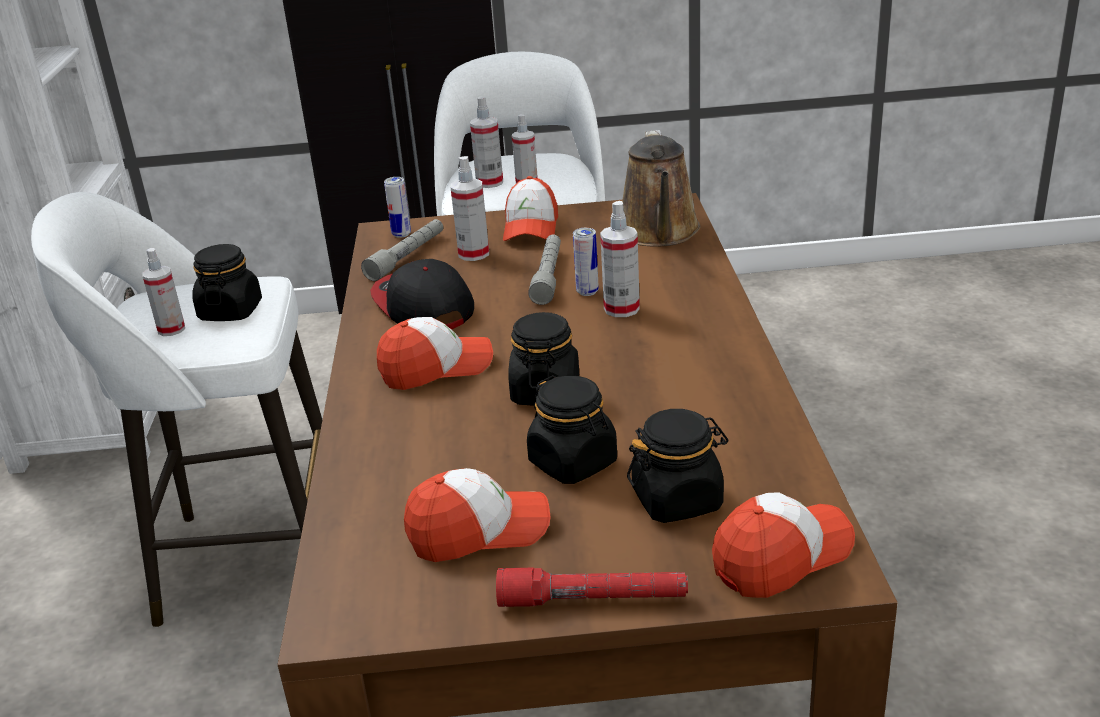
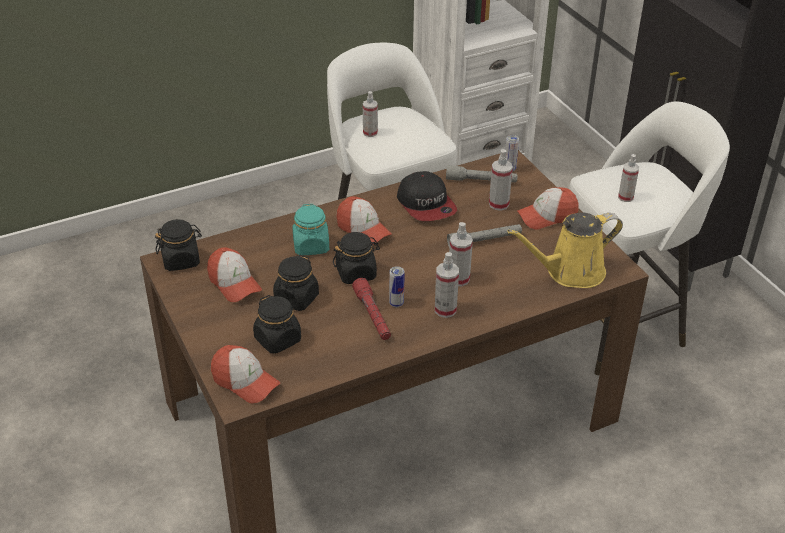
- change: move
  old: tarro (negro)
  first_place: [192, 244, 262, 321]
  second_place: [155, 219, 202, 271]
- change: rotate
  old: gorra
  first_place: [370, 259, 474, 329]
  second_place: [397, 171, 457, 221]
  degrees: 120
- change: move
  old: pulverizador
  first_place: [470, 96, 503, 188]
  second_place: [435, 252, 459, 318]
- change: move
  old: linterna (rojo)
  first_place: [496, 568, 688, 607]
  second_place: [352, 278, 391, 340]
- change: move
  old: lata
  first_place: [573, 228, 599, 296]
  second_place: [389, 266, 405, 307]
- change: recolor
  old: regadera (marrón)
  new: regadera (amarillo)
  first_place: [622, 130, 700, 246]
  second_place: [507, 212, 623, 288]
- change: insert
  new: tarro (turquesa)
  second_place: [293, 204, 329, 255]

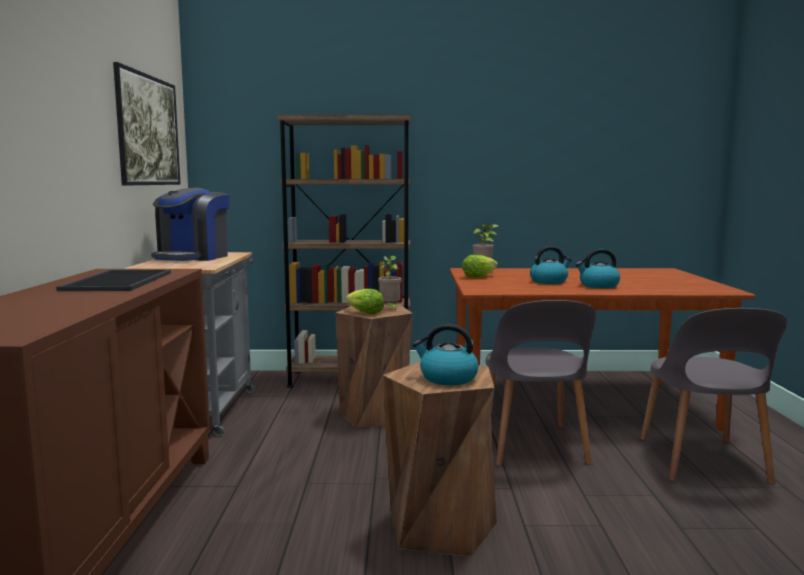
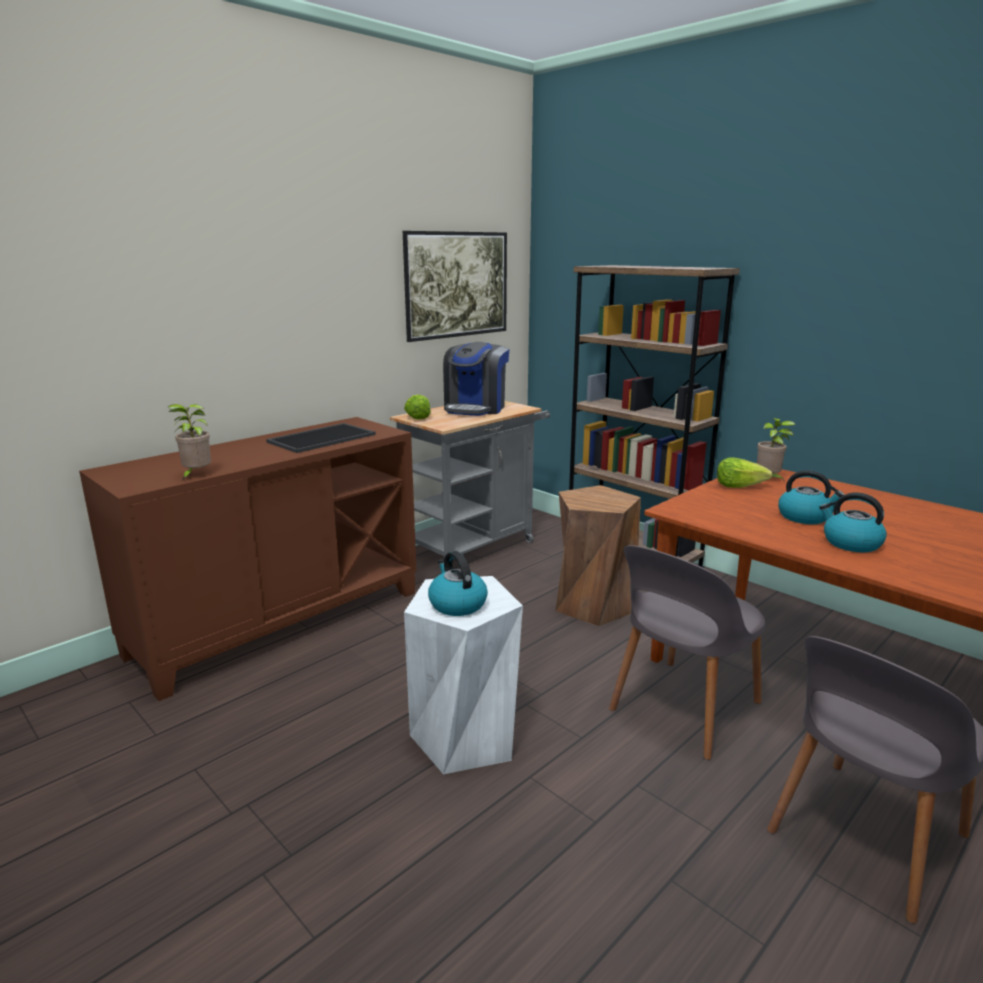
- change: rotate
  old: cafetera
  first_place: [151, 188, 230, 261]
  second_place: [443, 342, 510, 416]
  degrees: -45
- change: move
  old: lechuga
  first_place: [346, 289, 384, 314]
  second_place: [404, 395, 431, 420]
- change: move
  old: planta en maceta
  first_place: [378, 255, 402, 311]
  second_place: [167, 404, 211, 479]
- change: recolor
  old: taburete (marrón)
  new: taburete (blanco)
  first_place: [383, 361, 497, 557]
  second_place: [404, 576, 523, 774]

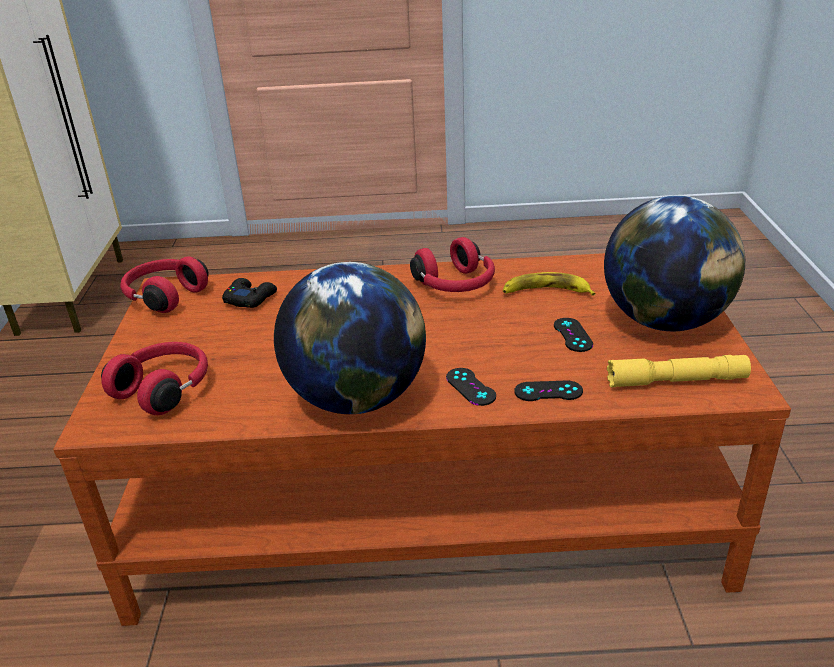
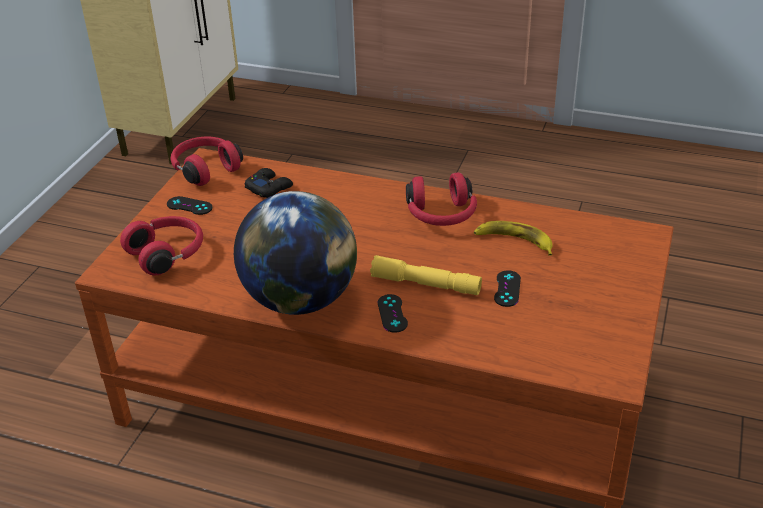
- change: move
  old: mando de consola (negro)
  first_place: [514, 380, 583, 401]
  second_place: [167, 196, 212, 215]
- change: delete
  old: globo terráqueo
  first_place: [604, 195, 745, 331]
- change: move
  old: linterna (amarillo)
  first_place: [607, 355, 751, 387]
  second_place: [370, 255, 482, 295]

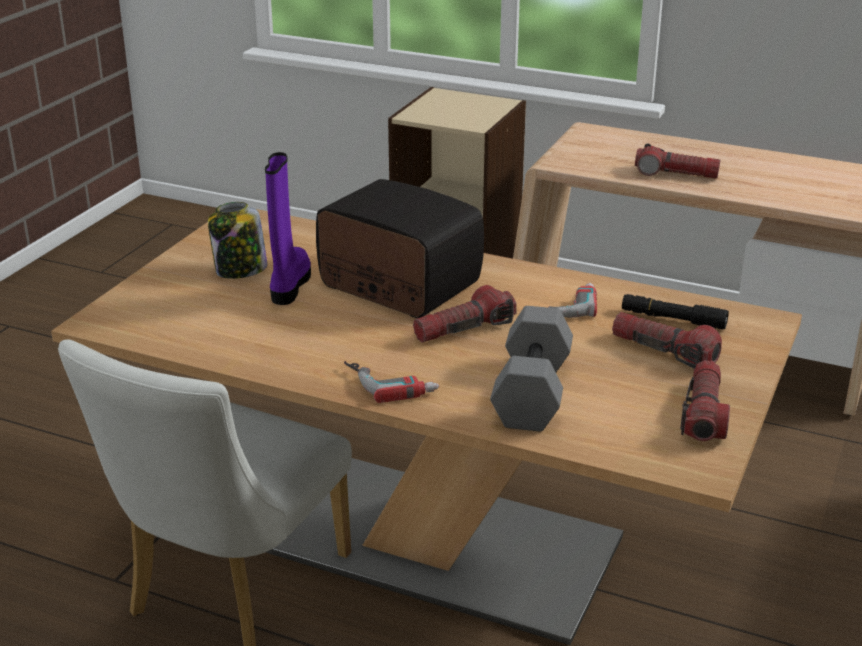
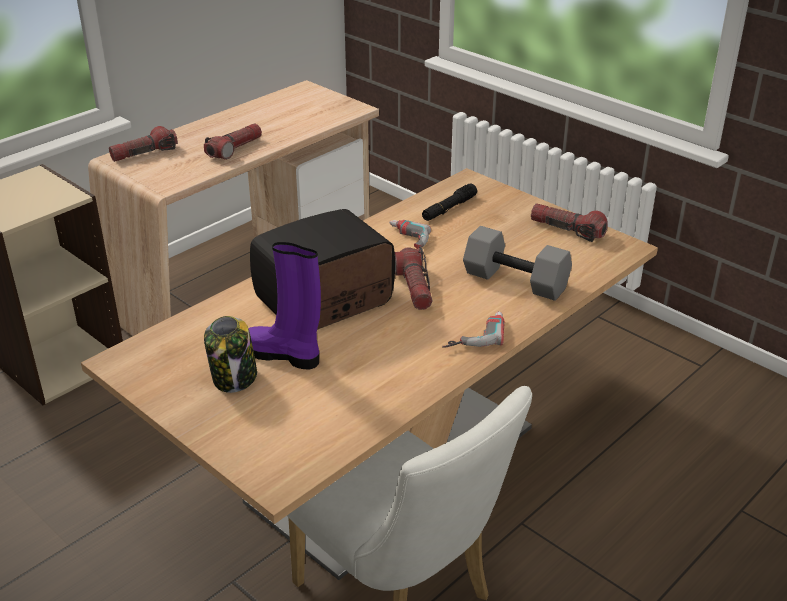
- change: move
  old: linterna
  first_place: [612, 312, 722, 368]
  second_place: [109, 126, 178, 162]

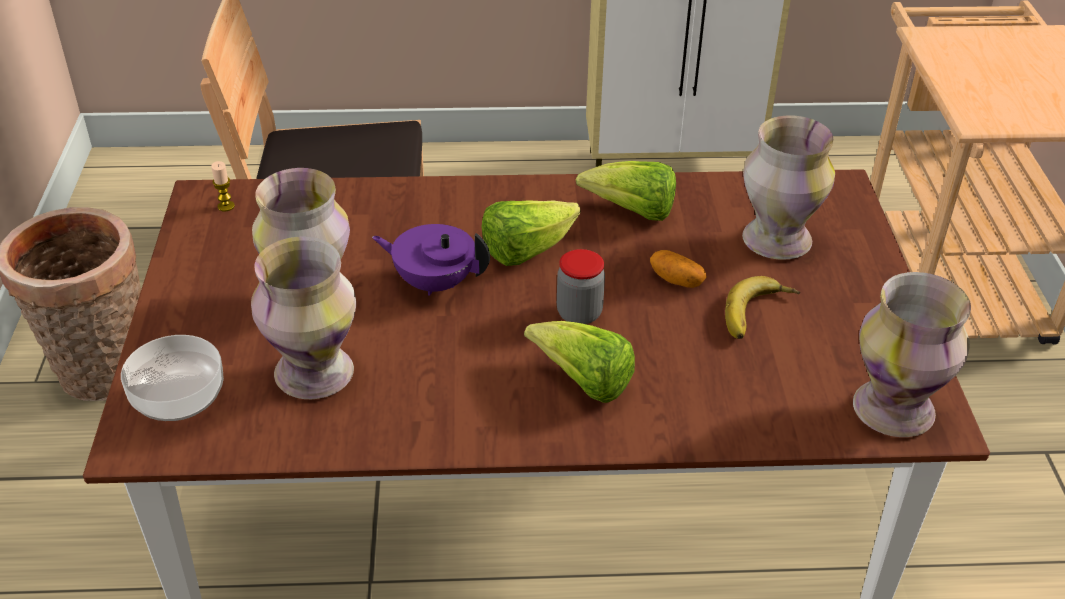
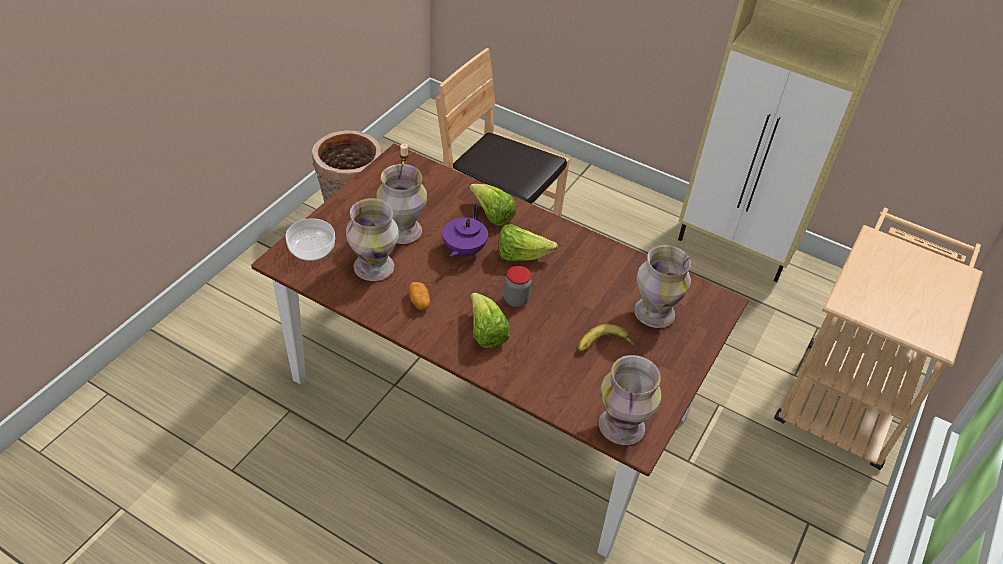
- change: rotate
  old: tetera (morado)
  first_place: [372, 224, 490, 296]
  second_place: [442, 206, 488, 258]
  degrees: -120
- change: move
  old: lechuga
  first_place: [576, 161, 676, 221]
  second_place: [469, 184, 516, 226]
- change: move
  old: patata
  first_place: [650, 250, 707, 288]
  second_place: [409, 282, 430, 310]

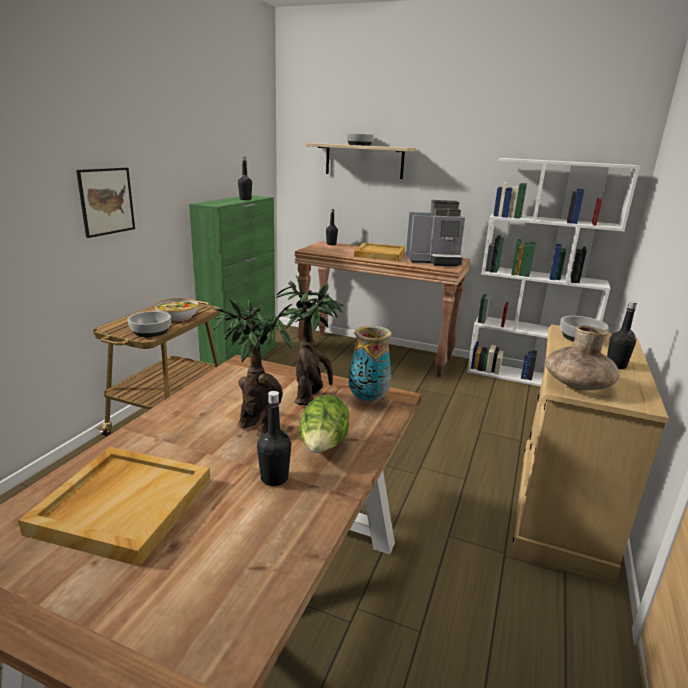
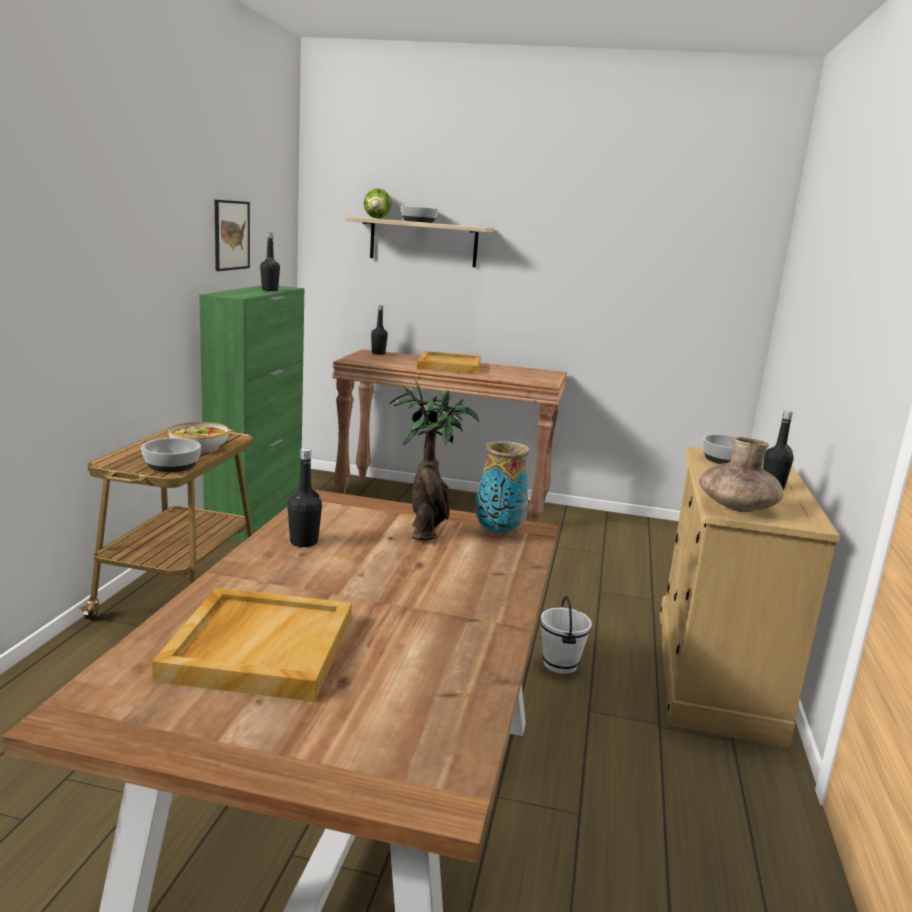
- change: move
  old: cuadro
  first_place: [76, 168, 135, 238]
  second_place: [215, 200, 250, 271]
- change: delete
  old: planta en maceta
  first_place: [213, 298, 303, 437]
- change: move
  old: botella (negro)
  first_place: [257, 391, 291, 486]
  second_place: [287, 448, 322, 547]
- change: move
  old: lechuga
  first_place: [299, 395, 350, 453]
  second_place: [364, 188, 391, 218]
- change: delete
  old: cafetera
  first_place: [406, 200, 465, 266]
- change: delete
  old: estantería (blanco)
  first_place: [467, 158, 641, 387]
- change: insert
  new: cubo (blanco)
  second_place: [540, 596, 592, 674]

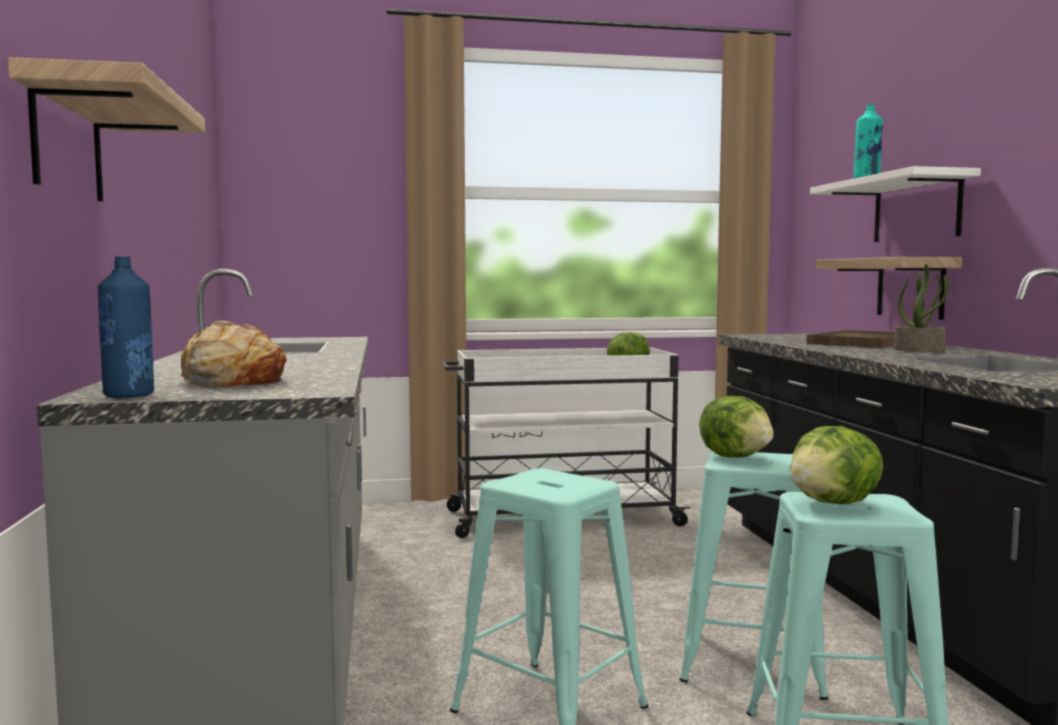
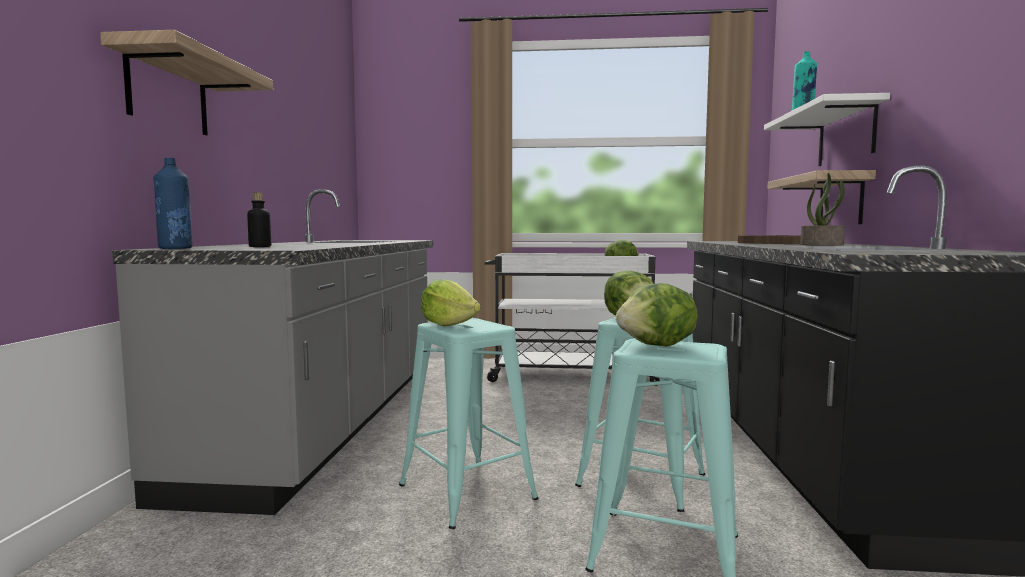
- change: replace
  old: pan
  new: botella
  first_place: [181, 321, 287, 387]
  second_place: [247, 192, 271, 247]
- change: insert
  new: lechuga
  second_place: [421, 280, 480, 326]

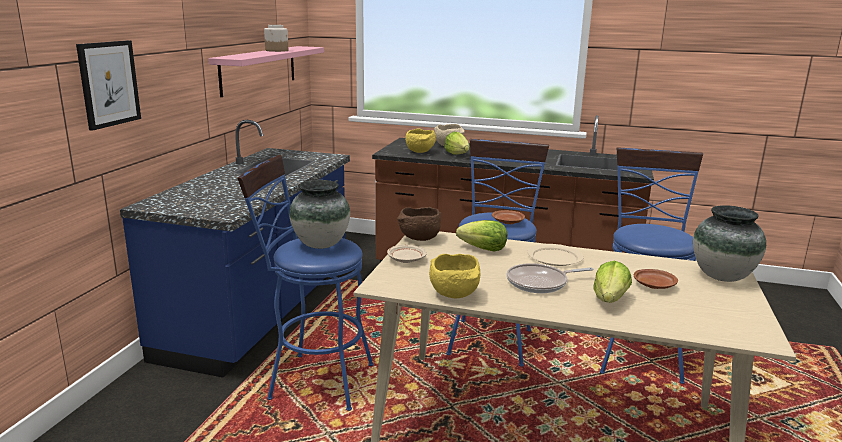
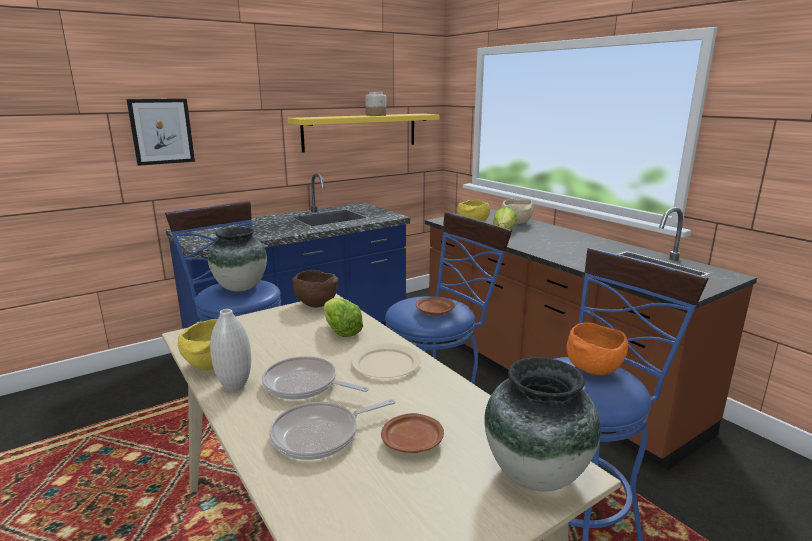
- change: recolor
  old: estante (rosa)
  new: estante (amarillo)
  first_place: [208, 46, 324, 97]
  second_place: [288, 114, 439, 153]
- change: delete
  old: plato (beis)
  first_place: [387, 245, 427, 263]
- change: replace
  old: lechuga
  new: sartén
  first_place: [593, 261, 632, 303]
  second_place: [269, 399, 395, 460]
- change: insert
  new: florero (blanco)
  second_place: [210, 309, 251, 392]
- change: insert
  new: cuenco (naranja)
  second_place: [566, 322, 628, 375]

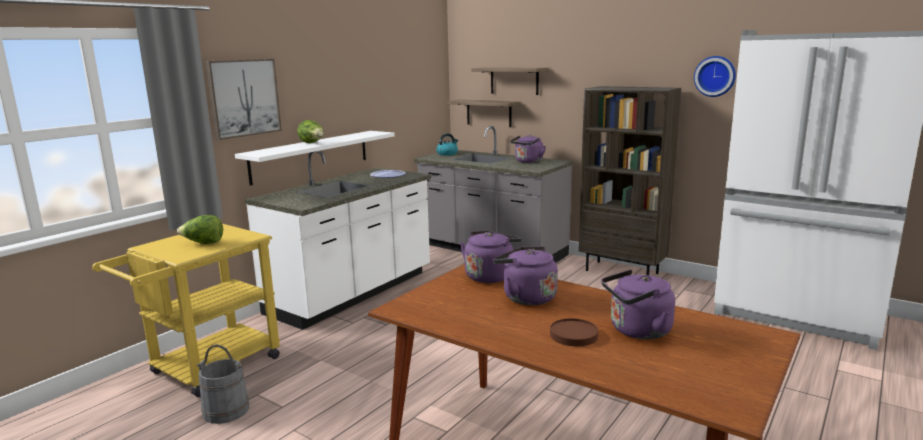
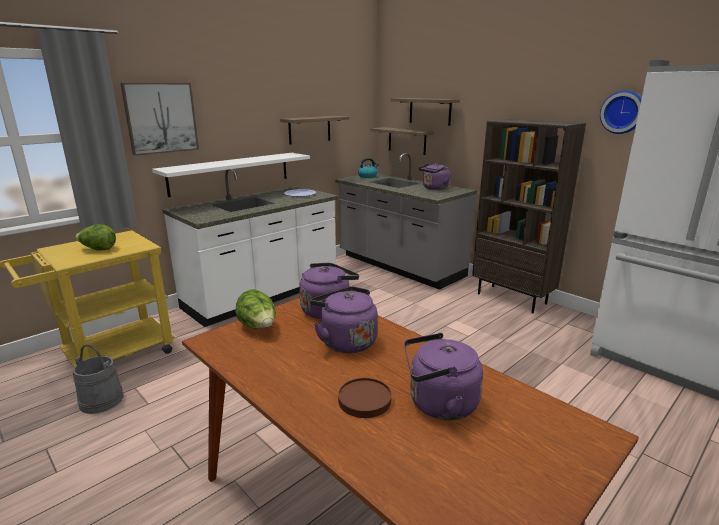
- change: move
  old: lechuga
  first_place: [297, 120, 324, 143]
  second_place: [236, 289, 276, 329]
- change: insert
  new: estante
  second_place: [280, 116, 350, 145]

